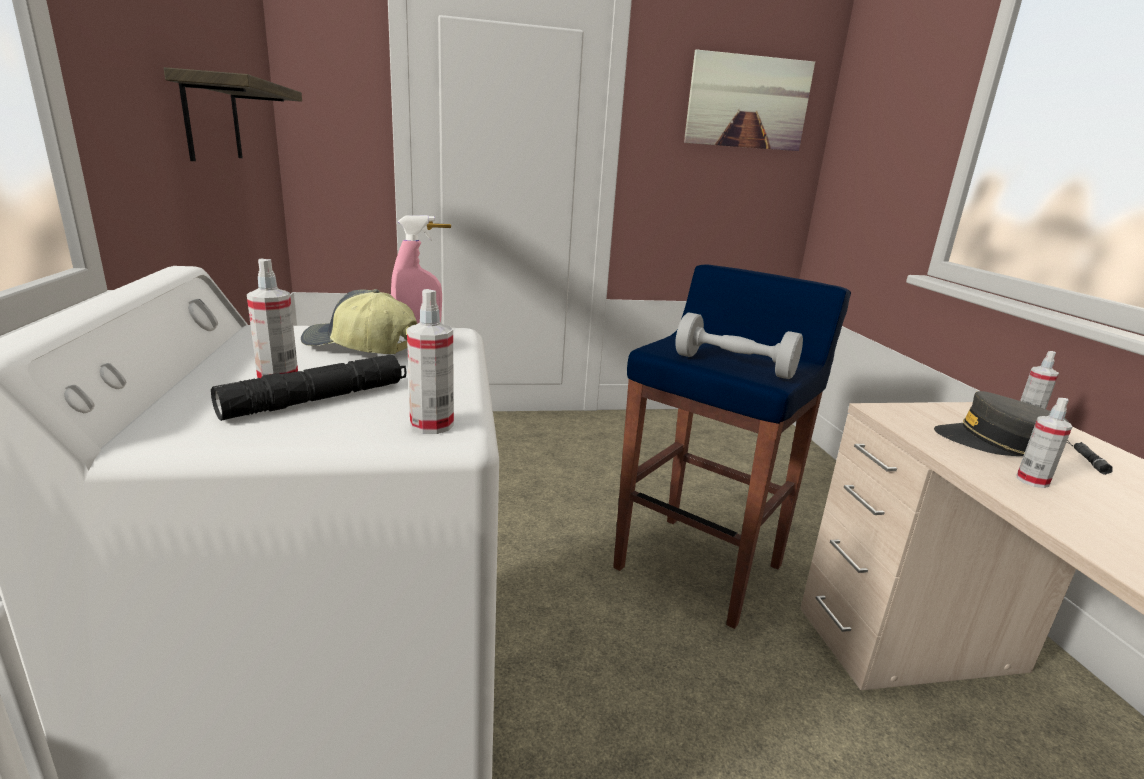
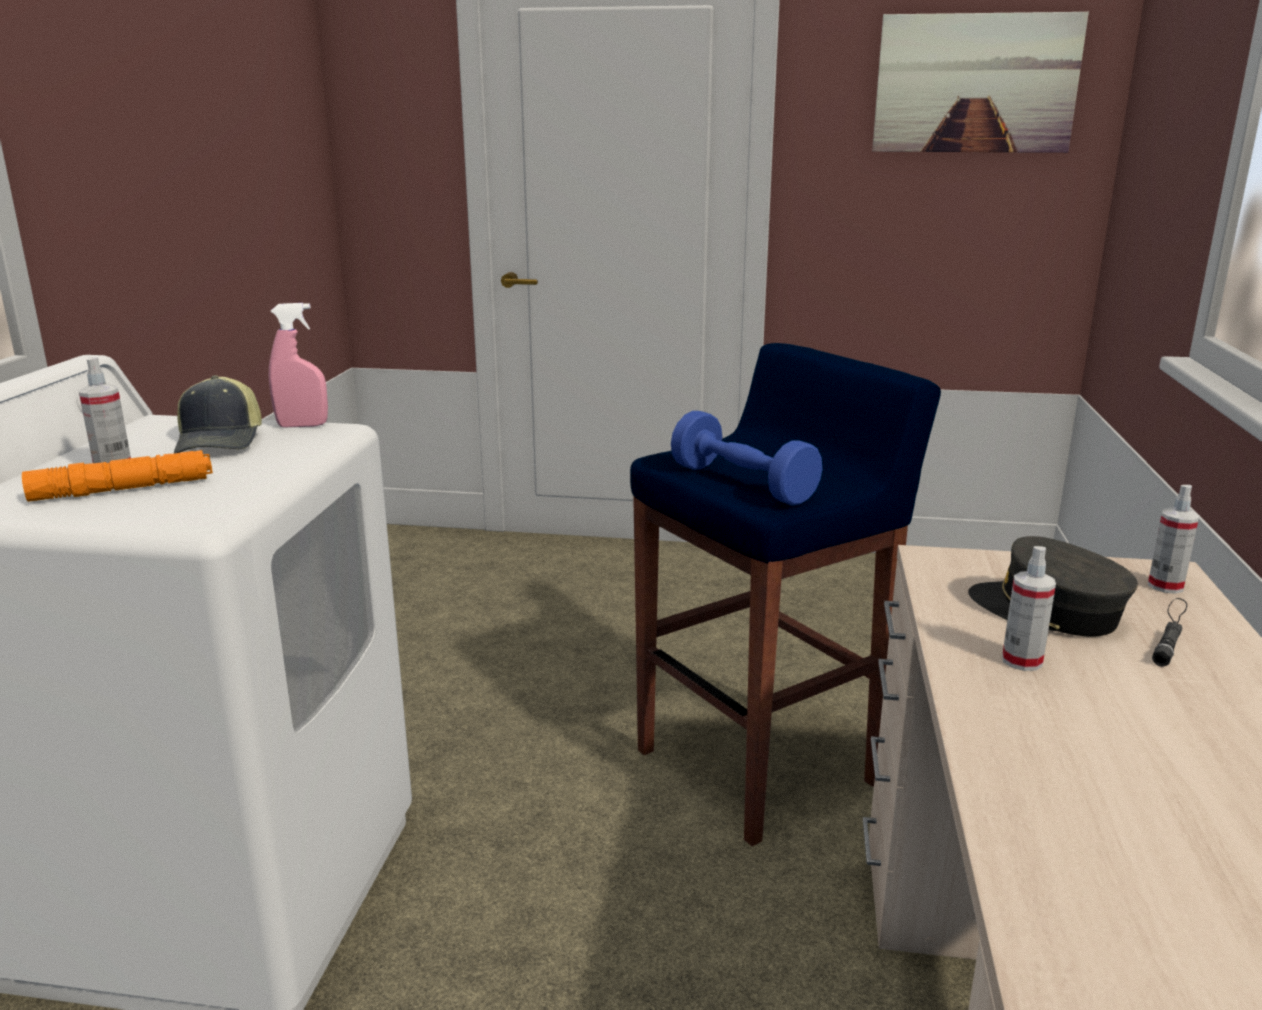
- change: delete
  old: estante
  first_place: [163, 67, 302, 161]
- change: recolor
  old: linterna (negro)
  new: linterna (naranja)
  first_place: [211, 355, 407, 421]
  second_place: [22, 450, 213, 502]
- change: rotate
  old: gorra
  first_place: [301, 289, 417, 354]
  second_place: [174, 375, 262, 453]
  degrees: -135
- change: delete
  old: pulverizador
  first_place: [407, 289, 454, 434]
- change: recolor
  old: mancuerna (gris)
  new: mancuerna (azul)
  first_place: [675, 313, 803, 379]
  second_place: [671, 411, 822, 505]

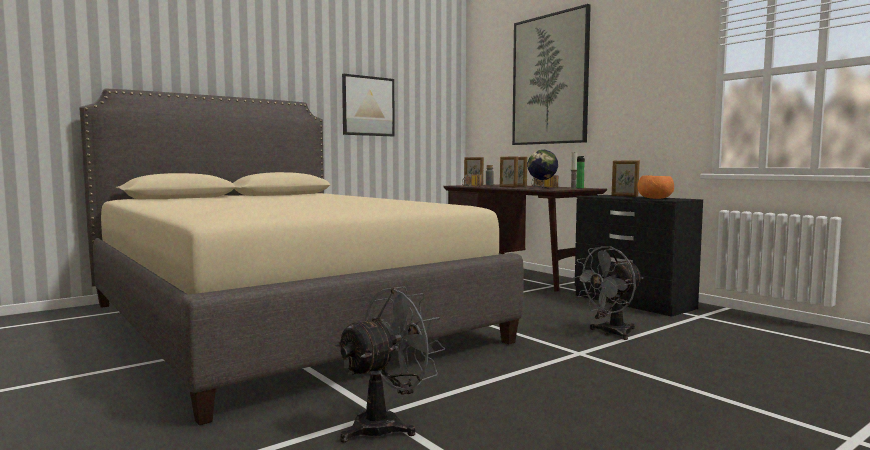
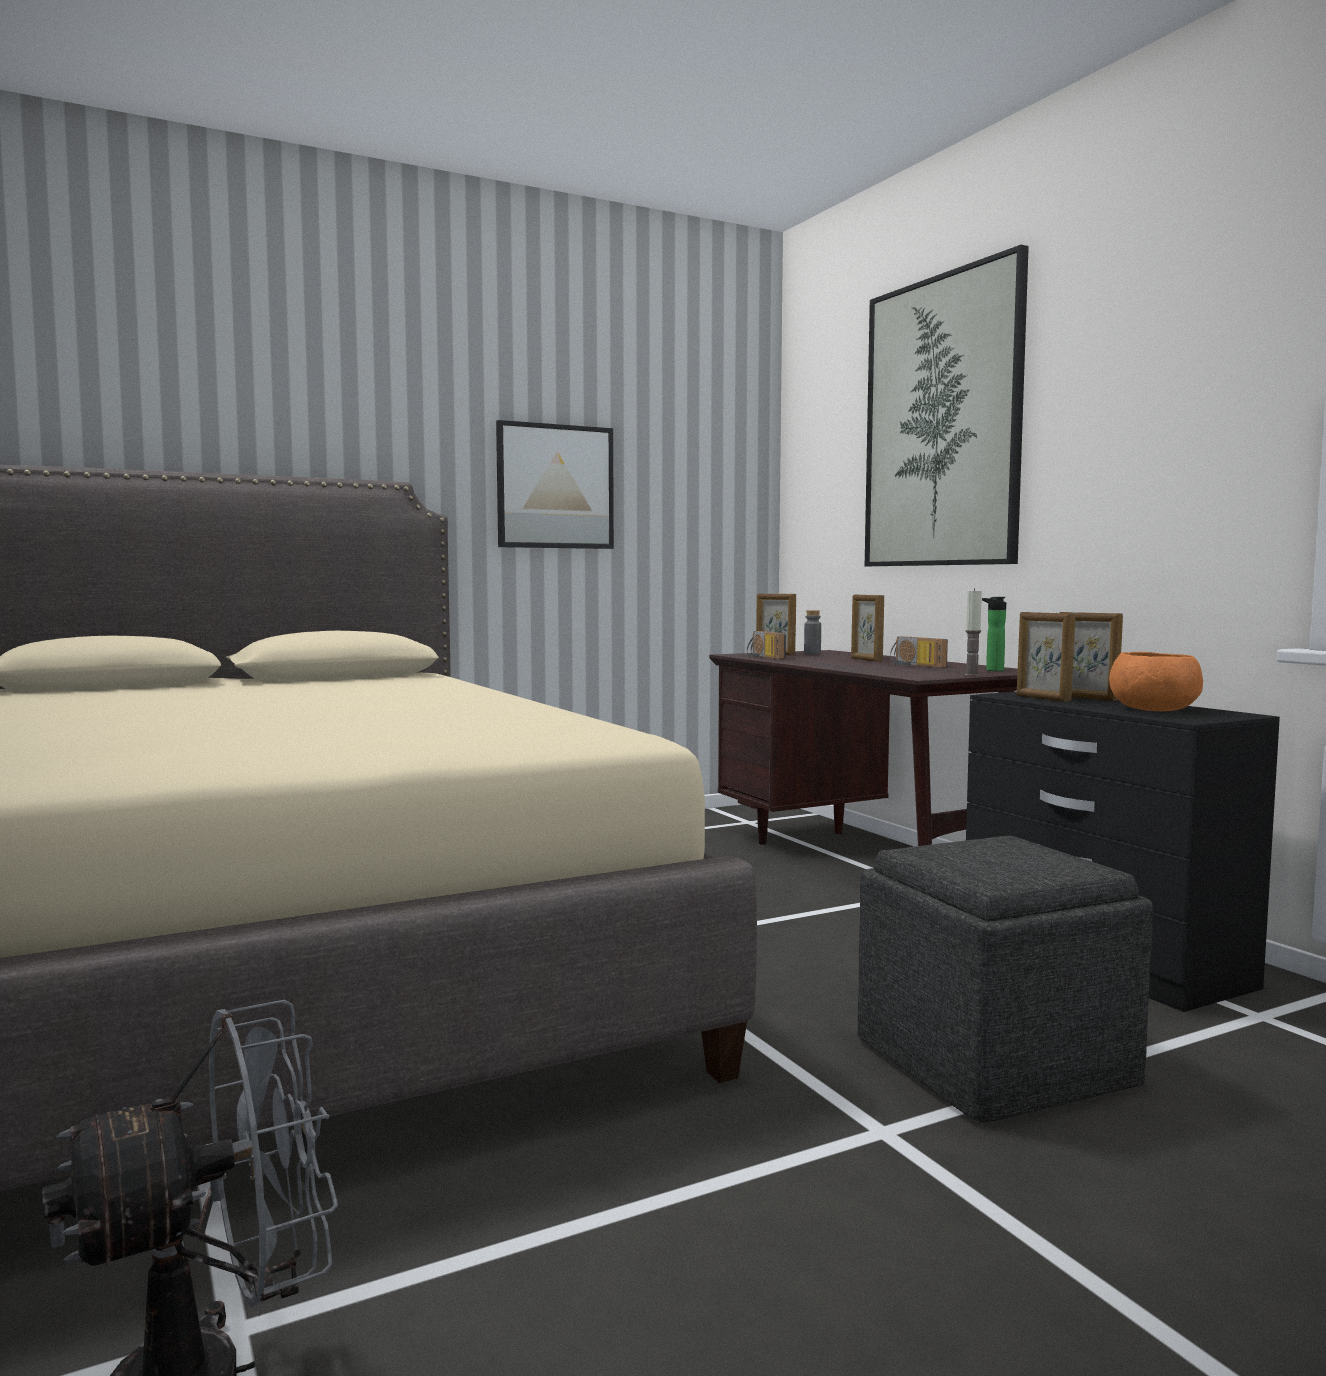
- change: move
  old: portarretratos
  first_place: [500, 156, 518, 187]
  second_place: [1017, 612, 1075, 702]
- change: delete
  old: globo terráqueo
  first_place: [527, 150, 558, 189]
- change: replace
  old: ventilador (gris)
  new: puf (gris)
  first_place: [573, 246, 644, 340]
  second_place: [858, 836, 1153, 1123]

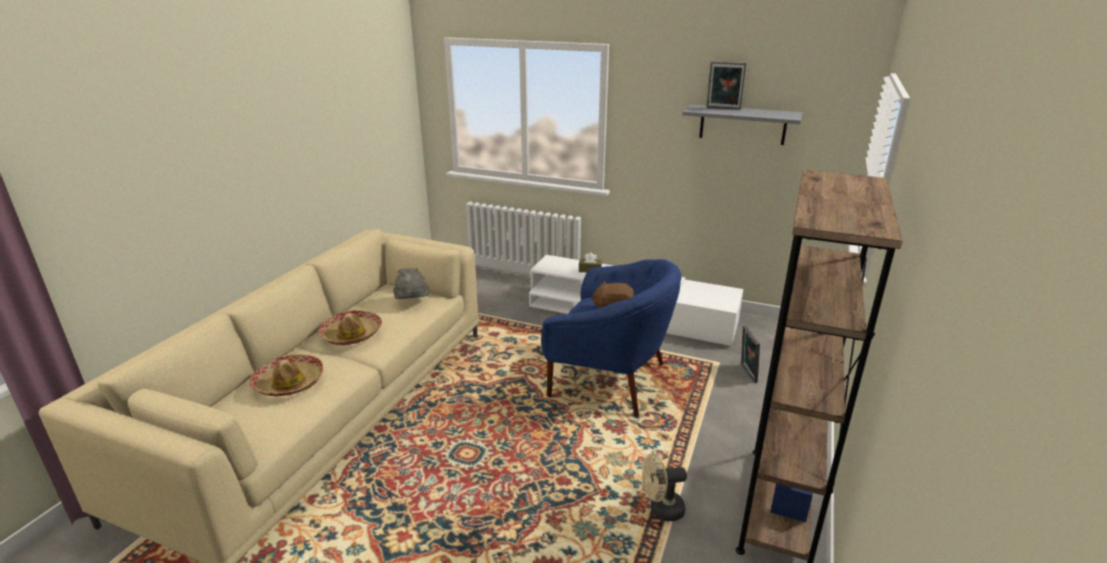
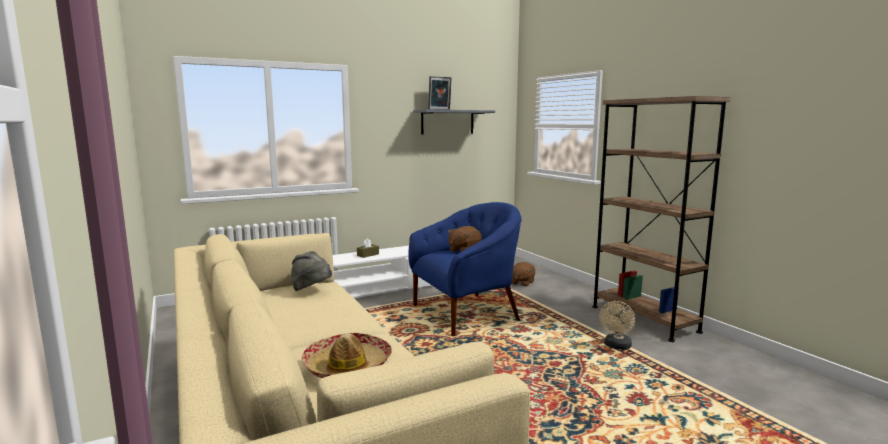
- change: delete
  old: sombrero
  first_place: [319, 310, 382, 345]
- change: replace
  old: portarretratos
  new: peluche (marrón)
  first_place: [741, 326, 760, 383]
  second_place: [512, 262, 535, 286]

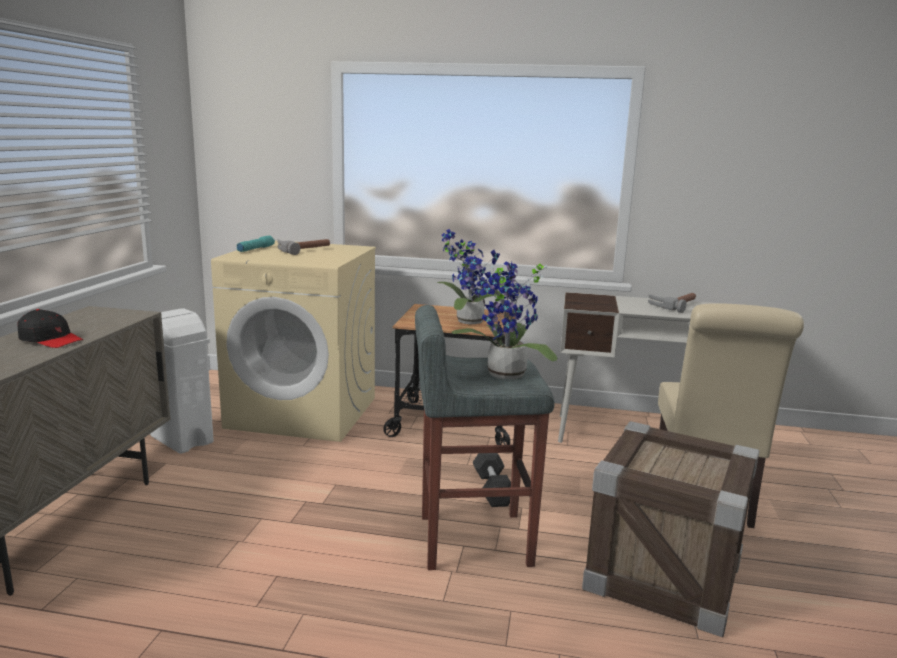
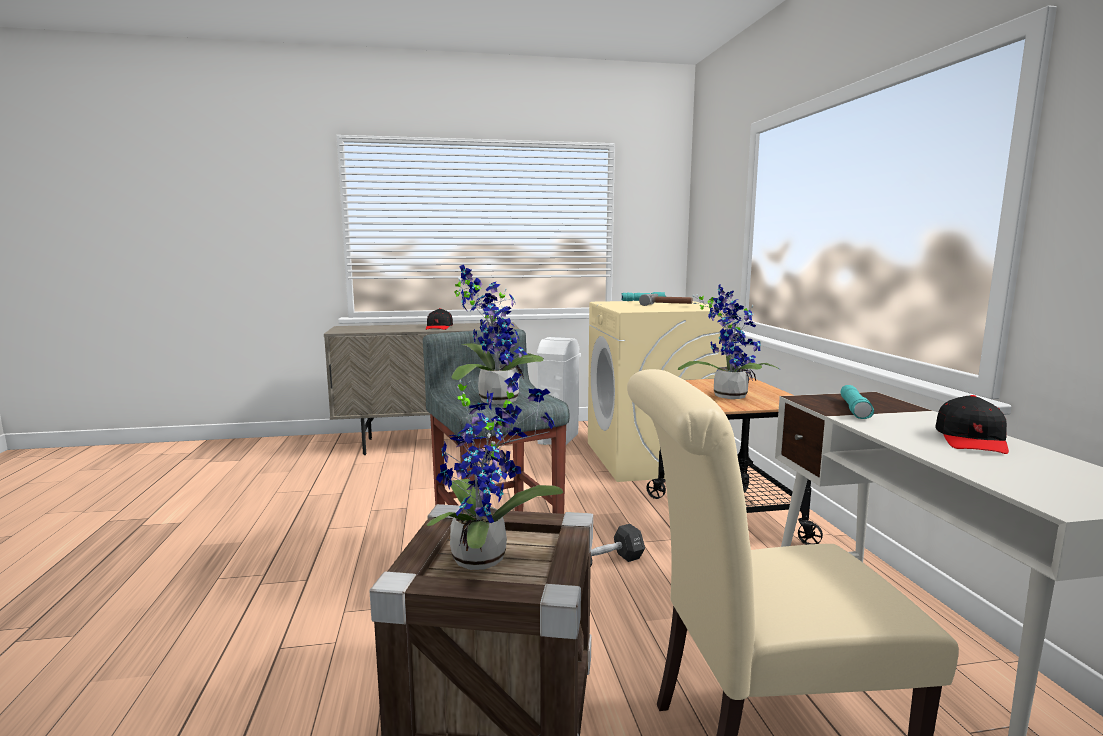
- change: replace
  old: martillo
  new: gorra (negro)
  first_place: [648, 293, 696, 313]
  second_place: [935, 395, 1009, 454]
- change: insert
  new: planta en maceta
  second_place: [427, 372, 563, 570]
- change: insert
  new: linterna (turquesa)
  second_place: [841, 385, 874, 419]

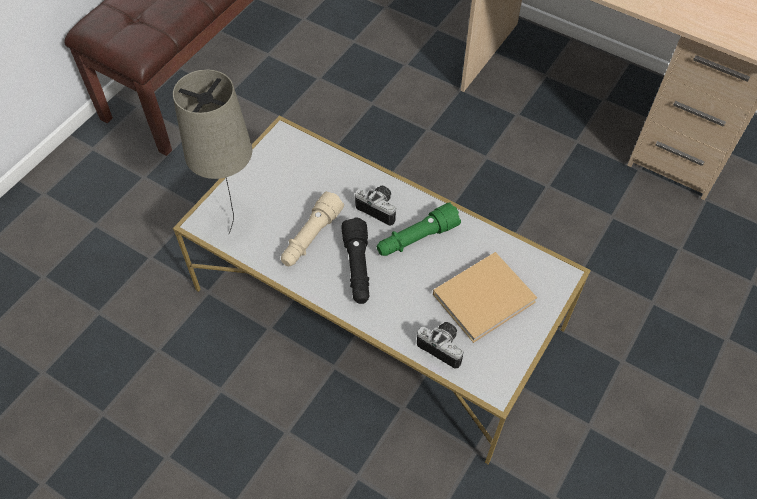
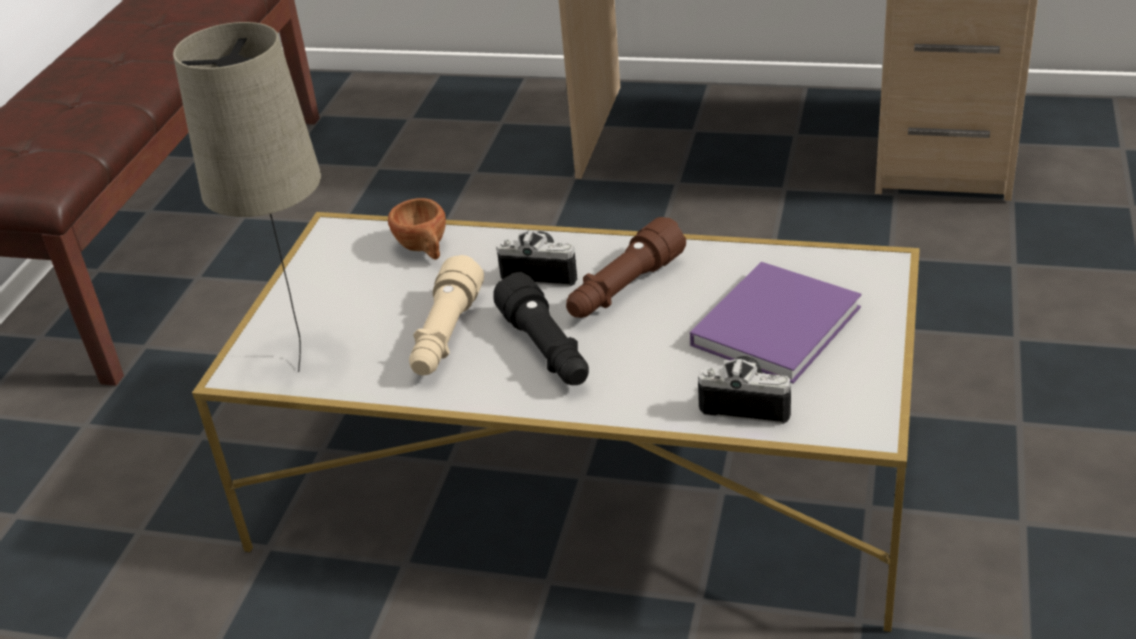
- change: recolor
  old: linterna (verde)
  new: linterna (marrón)
  first_place: [377, 202, 461, 256]
  second_place: [566, 217, 686, 318]
- change: recolor
  old: libro (beis)
  new: libro (morado)
  first_place: [433, 252, 537, 343]
  second_place: [690, 262, 862, 384]
- change: insert
  new: taza (marrón)
  second_place: [388, 198, 446, 259]

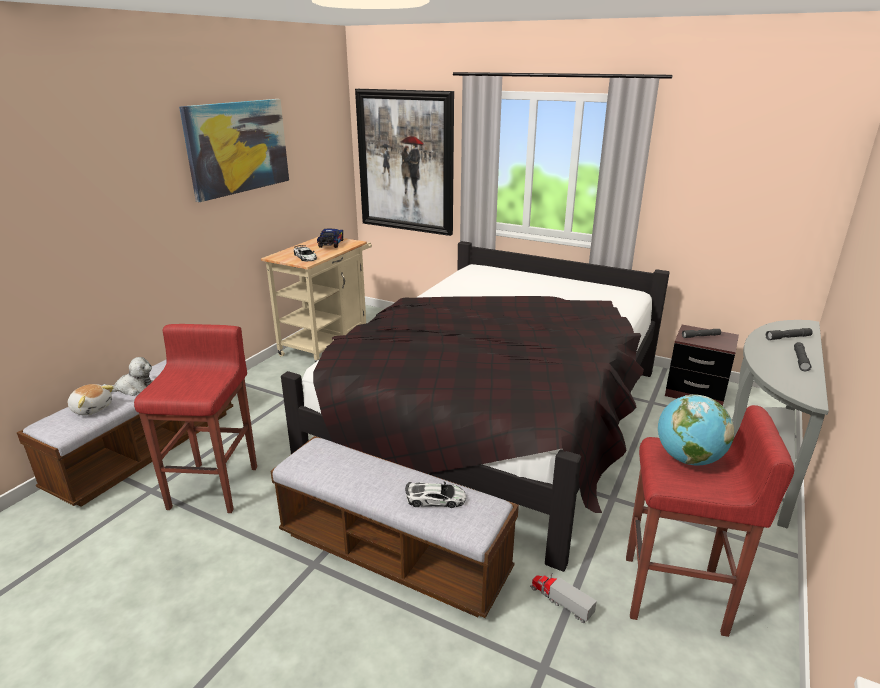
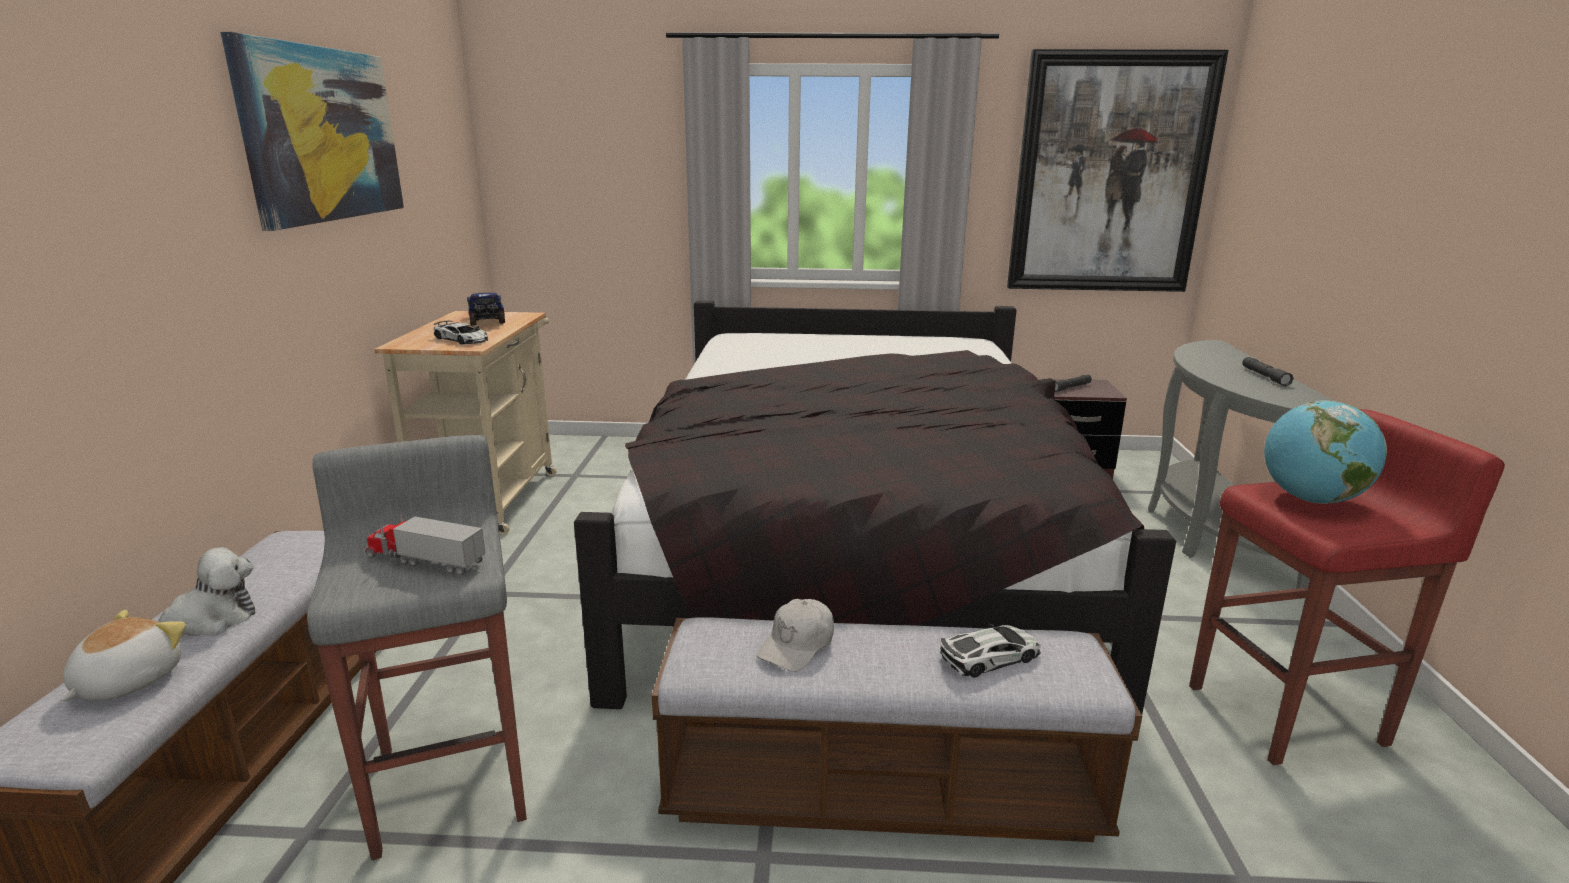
- change: rotate
  old: peluche
  first_place: [68, 384, 114, 416]
  second_place: [61, 610, 186, 701]
  degrees: -75
- change: recolor
  old: taburete (rojo)
  new: taburete (gris)
  first_place: [134, 324, 257, 513]
  second_place: [307, 435, 527, 860]
- change: move
  old: cuadro
  first_place: [355, 89, 454, 236]
  second_place: [1007, 49, 1229, 292]
- change: move
  old: camión de juguete
  first_place: [530, 573, 597, 623]
  second_place: [364, 513, 486, 575]
- change: delete
  old: linterna (gris)
  first_place: [765, 328, 813, 340]
- change: insert
  new: gorra (blanco)
  second_place: [756, 599, 834, 672]

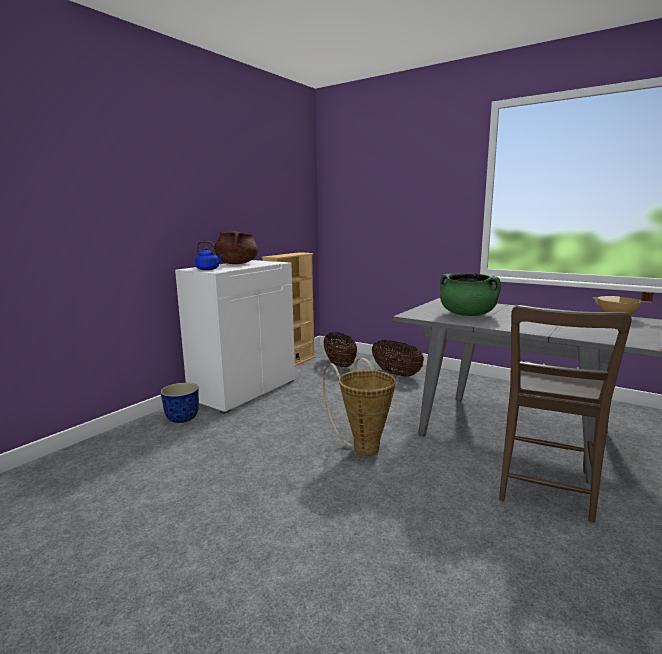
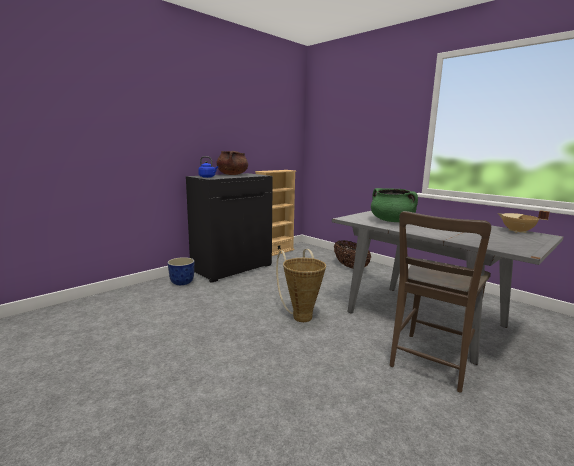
- change: recolor
  old: armario (blanco)
  new: armario (negro)
  first_place: [175, 260, 295, 414]
  second_place: [186, 173, 273, 283]
- change: delete
  old: cesta
  first_place: [323, 332, 357, 367]

